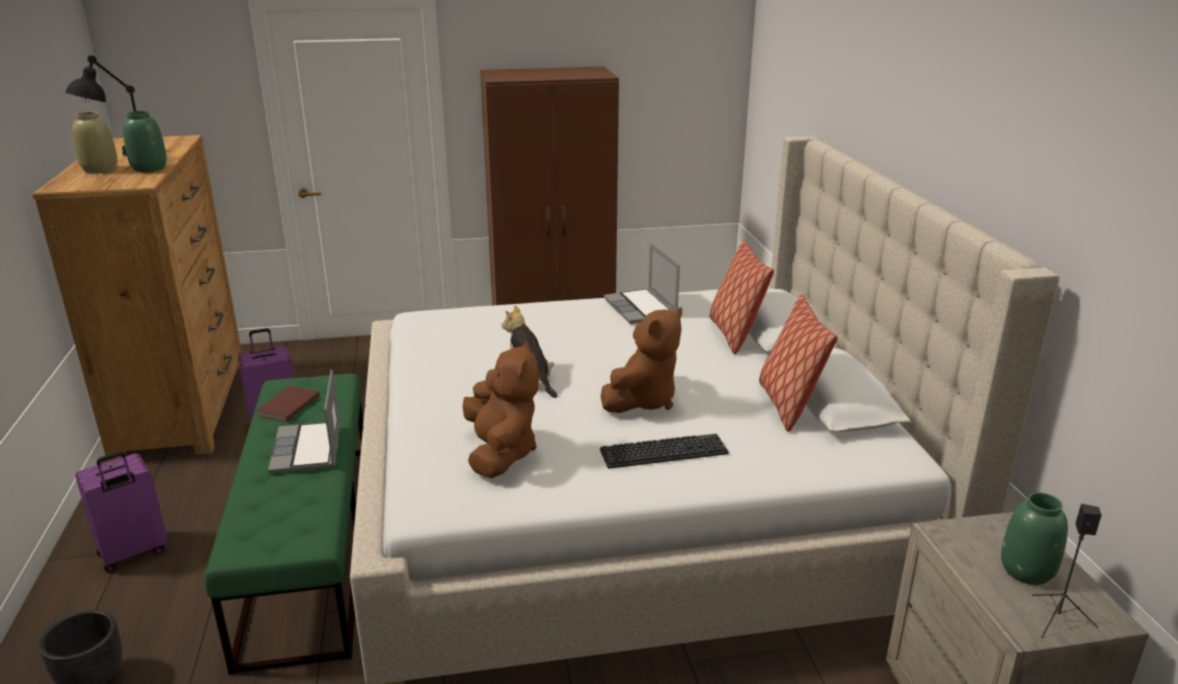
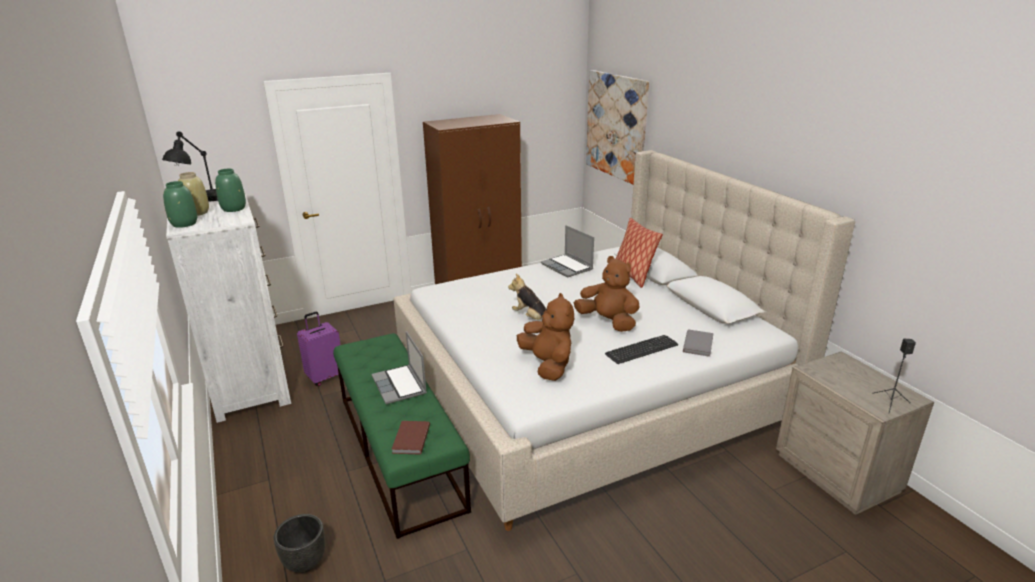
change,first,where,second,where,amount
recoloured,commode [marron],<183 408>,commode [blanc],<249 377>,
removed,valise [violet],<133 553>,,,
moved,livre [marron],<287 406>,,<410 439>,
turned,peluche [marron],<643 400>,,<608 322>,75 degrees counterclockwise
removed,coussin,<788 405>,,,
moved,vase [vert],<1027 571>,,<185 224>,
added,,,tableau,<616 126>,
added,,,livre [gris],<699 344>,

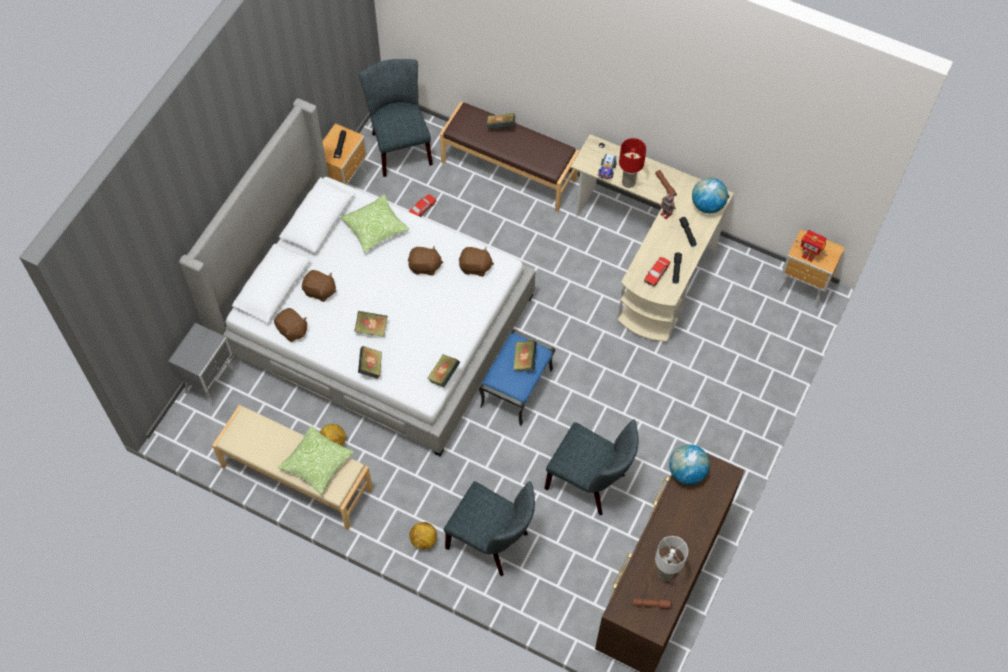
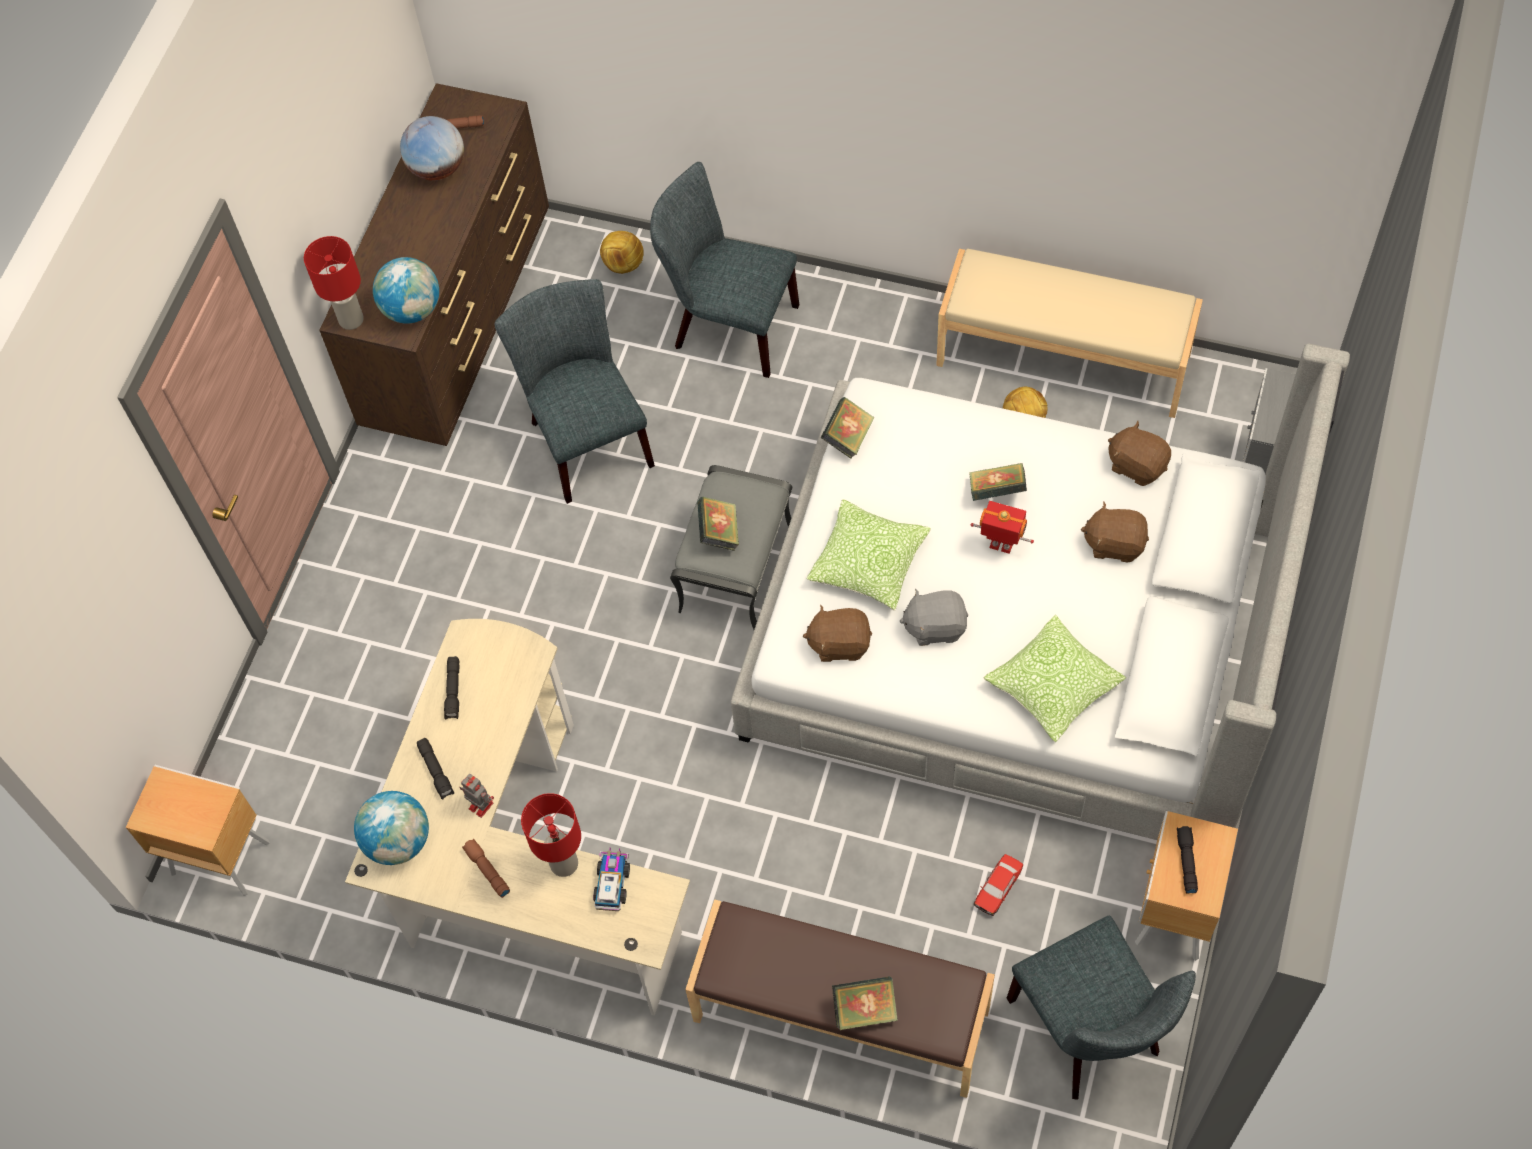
change,first,where,second,where,amount
moved,coussin,<317 463>,,<868 562>,
removed,livre,<371 367>,,,
recoloured,peluche [marron],<425 266>,peluche [gris],<935 626>,
moved,ballon de foot,<424 540>,,<623 264>,
recoloured,pouf [bleu],<516 386>,pouf [gris],<737 568>,
turned,chaise [gris],<590 482>,,<586 438>,45 degrees clockwise
removed,petite voiture,<656 274>,,,
replaced,lampe de table [blanc],<665 574>,globe,<437 168>,
moved,robot jouet,<808 256>,,<1001 546>,
added,,,lampe de table [rouge],<351 319>,

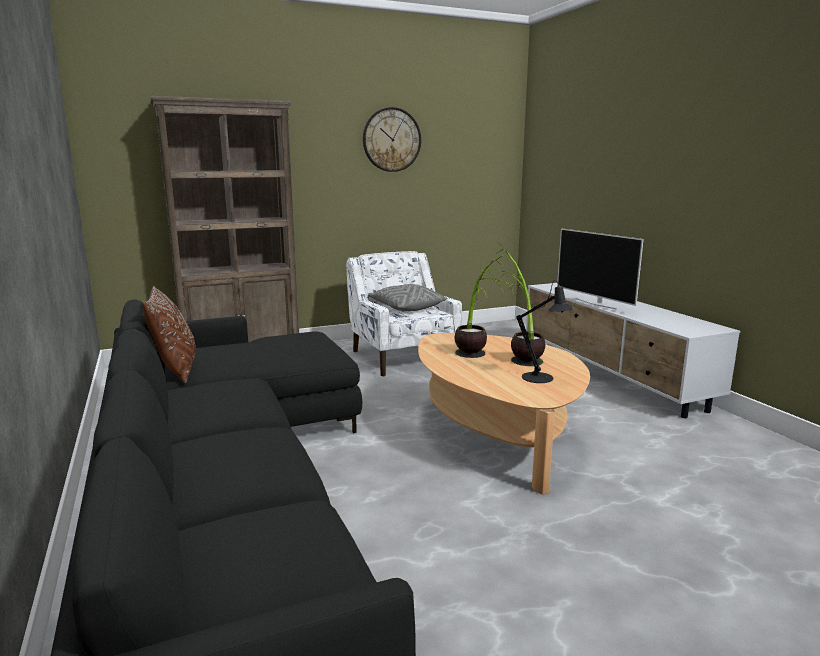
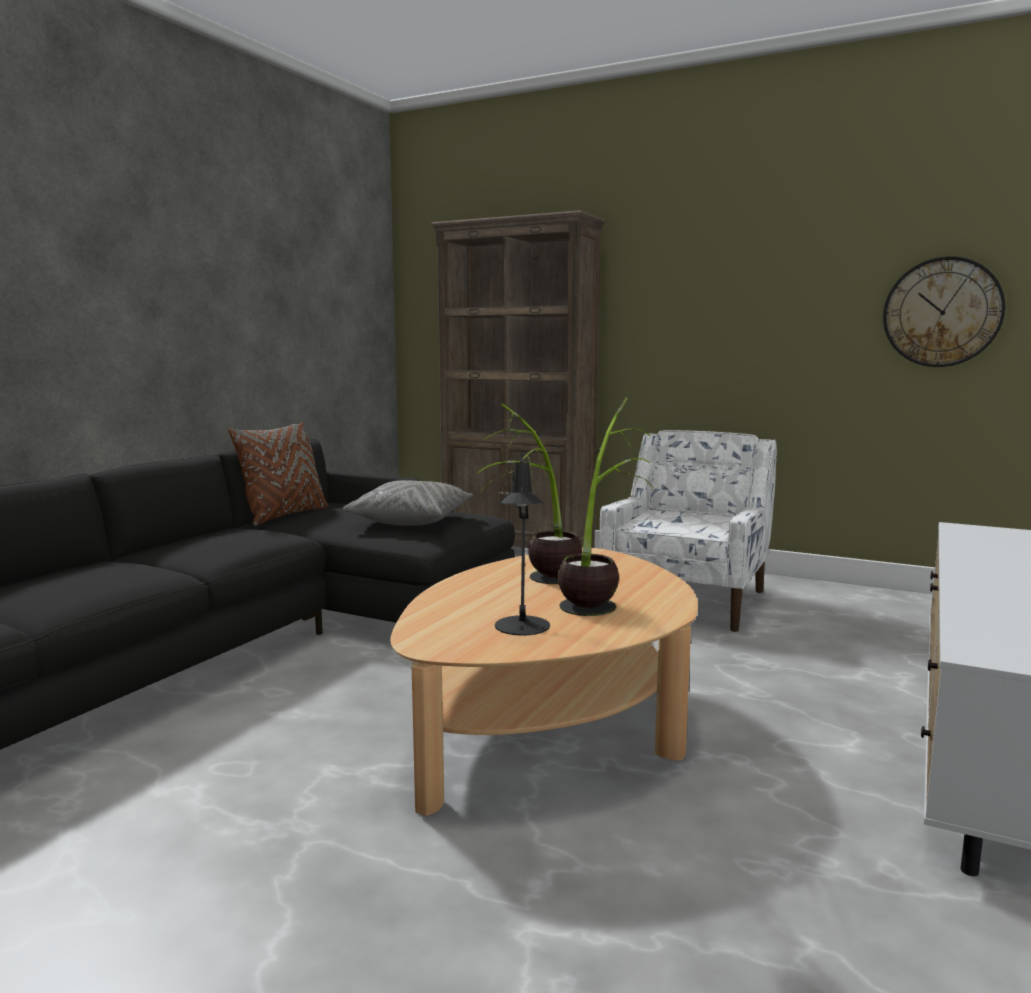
change,first,where,second,where,amount
moved,horloge murale,<391 140>,,<942 312>,
moved,coussin [gris],<406 308>,,<411 520>,
removed,téléviseur,<596 304>,,,

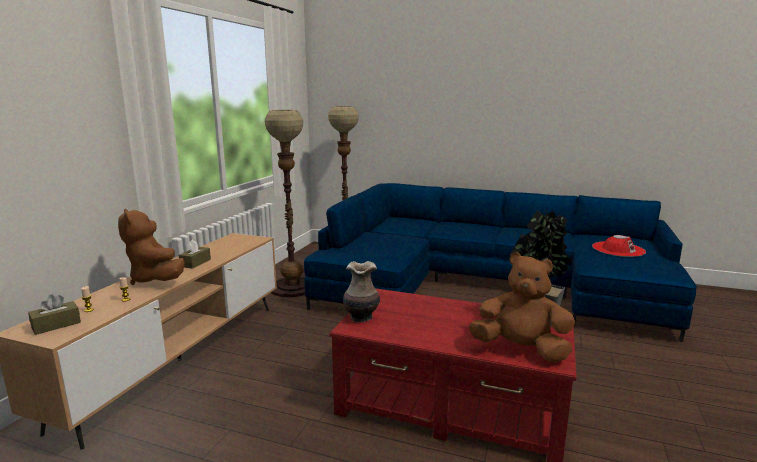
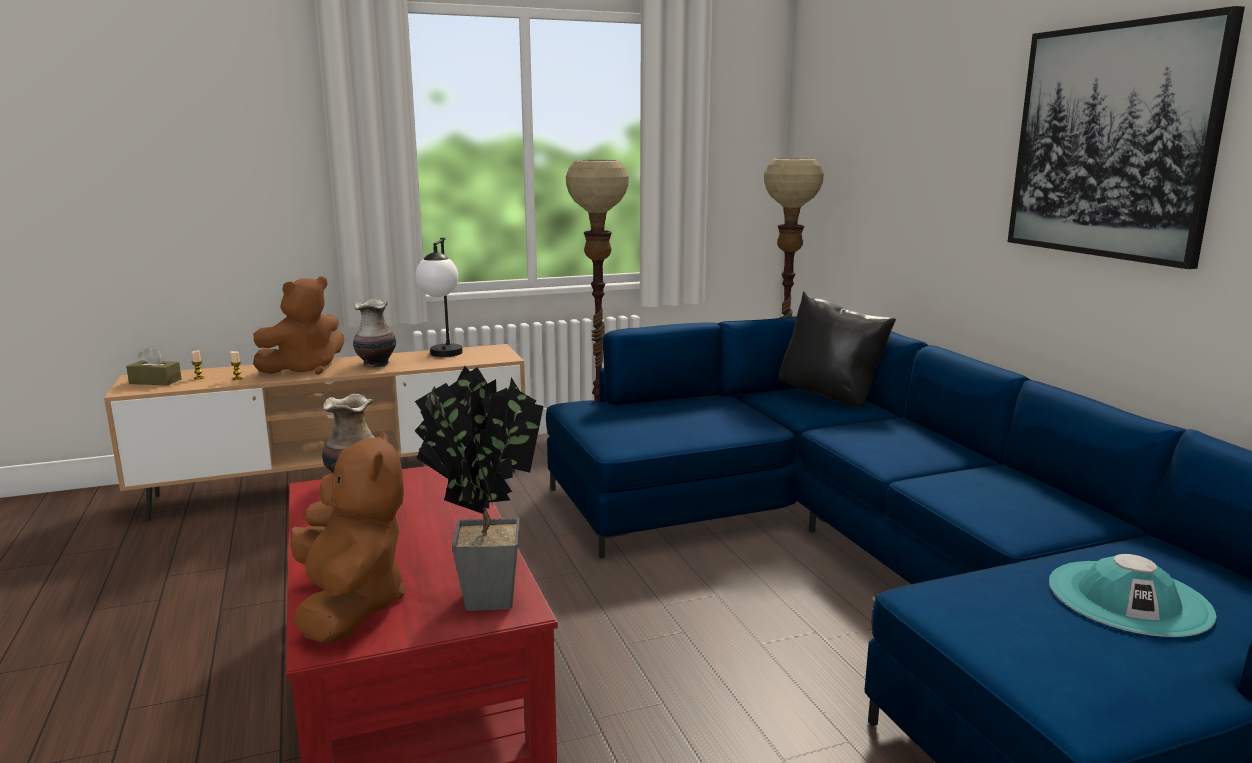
change,first,where,second,where,amount
turned,peluche [marron],<156 279>,,<305 369>,150 degrees counterclockwise
replaced,boîte à mouchoirs [marron],<195 263>,vase,<375 364>,
recoloured,chapeau [rouge],<618 249>,chapeau [turquoise],<1128 598>,
added,,,lampe de table,<444 356>,
added,,,coussin [noir],<831 397>,
added,,,tableau,<1112 141>,

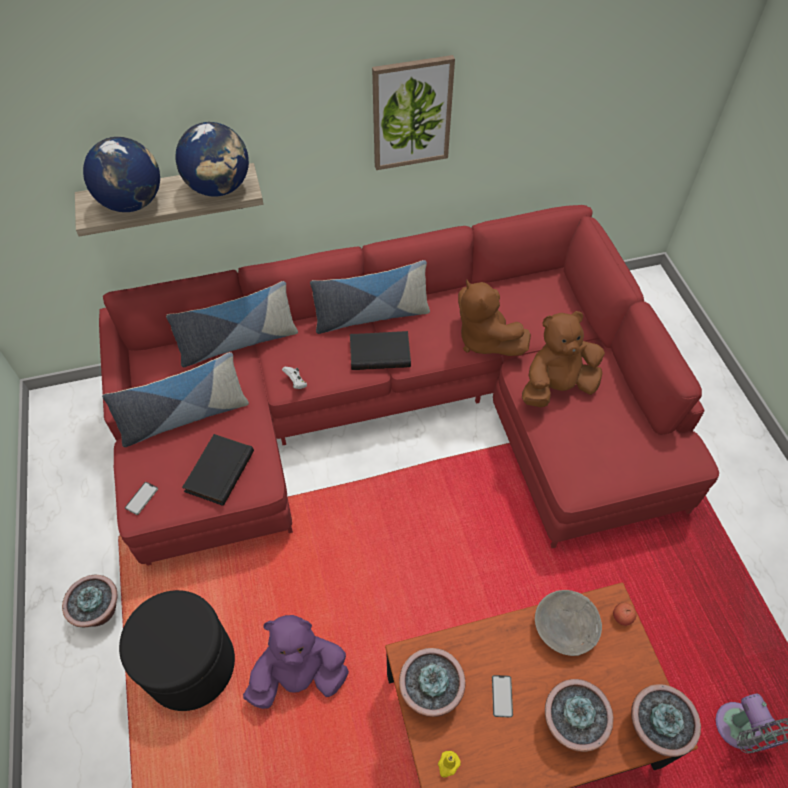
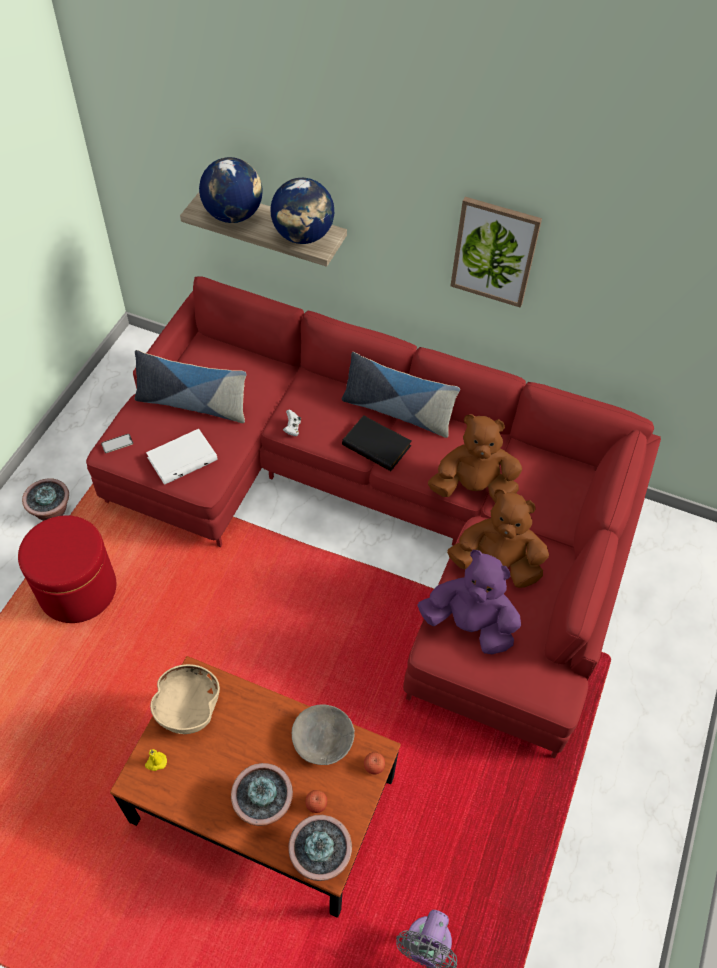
change,first,where,second,where,amount
recoloured,pouf [noir],<190 665>,pouf [rouge],<78 589>,
removed,coussin,<238 342>,,,
recoloured,livre [noir],<218 470>,livre [blanc],<182 457>,
moved,peluche [violet],<299 676>,,<469 624>,
replaced,plante en pot,<430 691>,bol [beige],<188 708>,
turned,peluche [marron],<484 339>,,<473 487>,90 degrees clockwise
removed,téléphone,<502 696>,,,
added,,,pomme,<316 804>,

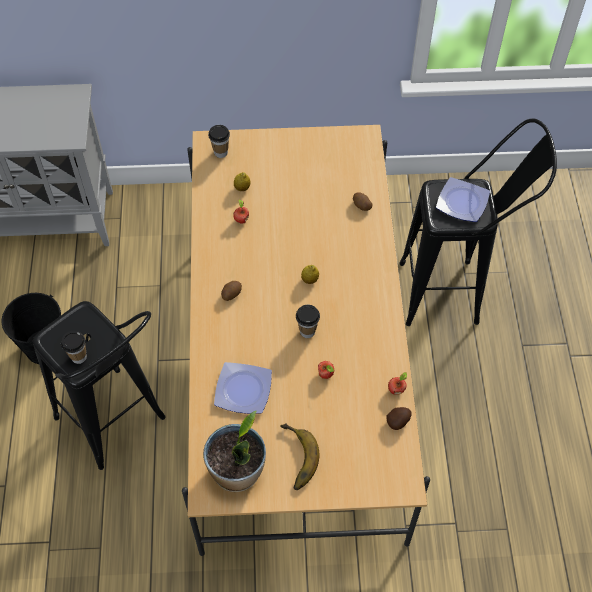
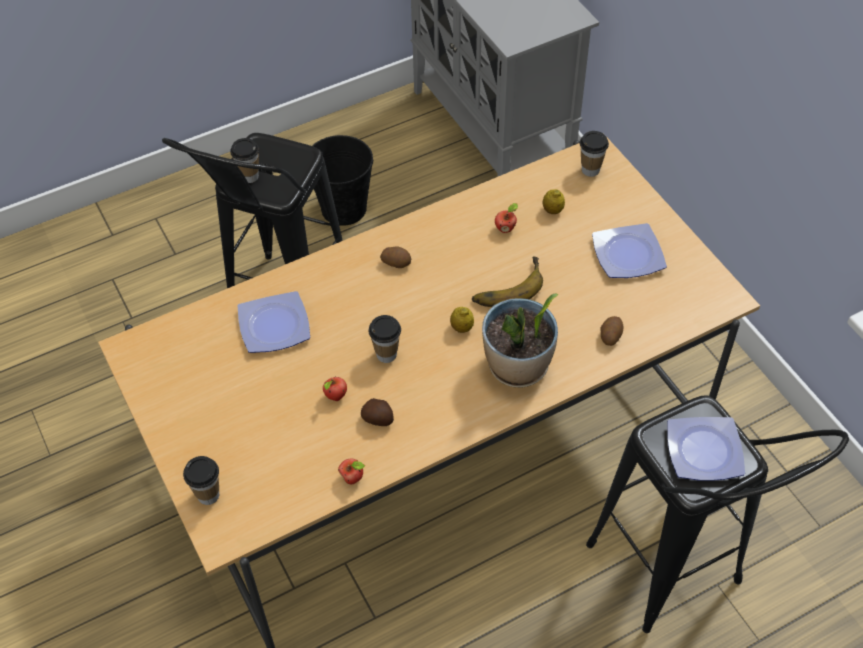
change,first,where,second,where,amount
moved,plante en pot,<237 471>,,<518 367>,
moved,banane,<293 458>,,<506 286>,
moved,pomme de terre,<398 421>,,<378 419>,
added,,,tasse,<208 495>,
added,,,assiette,<628 254>,

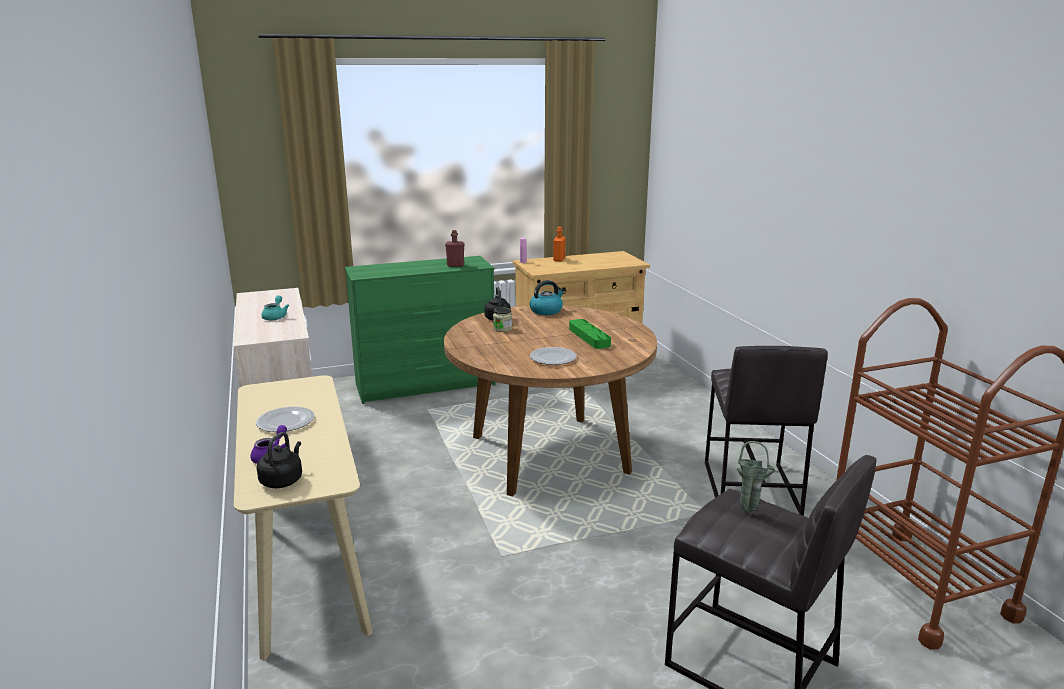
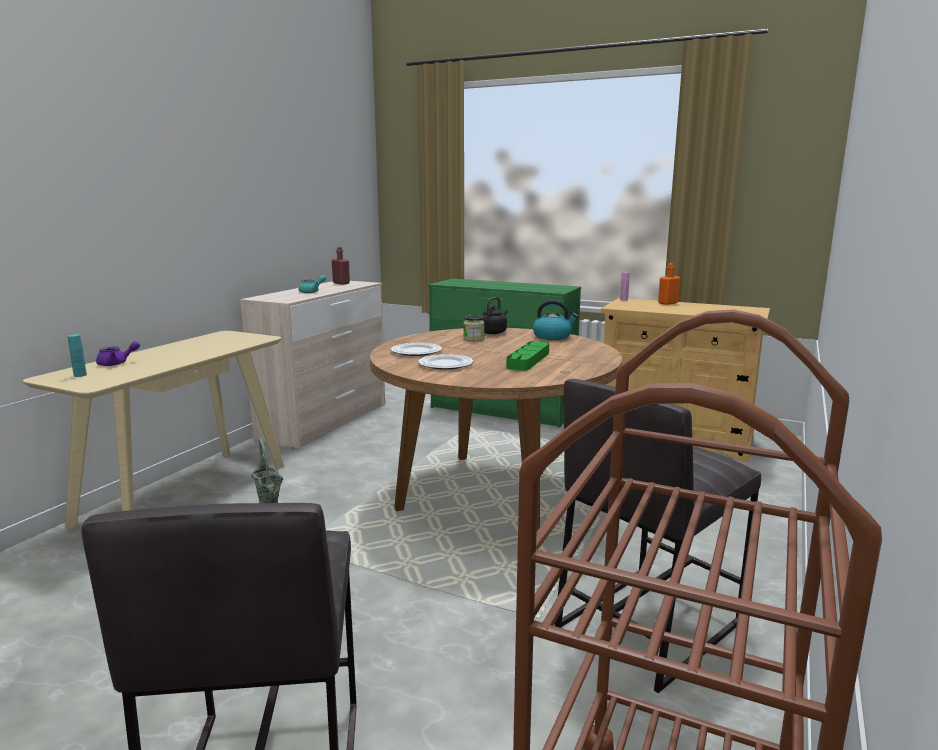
change,first,where,second,where,amount
moved,assiette,<285 422>,,<415 351>,
replaced,bouilloire [noir],<283 480>,bouteille [turquoise],<80 375>,
moved,bouteille [rouge],<455 265>,,<341 283>,

